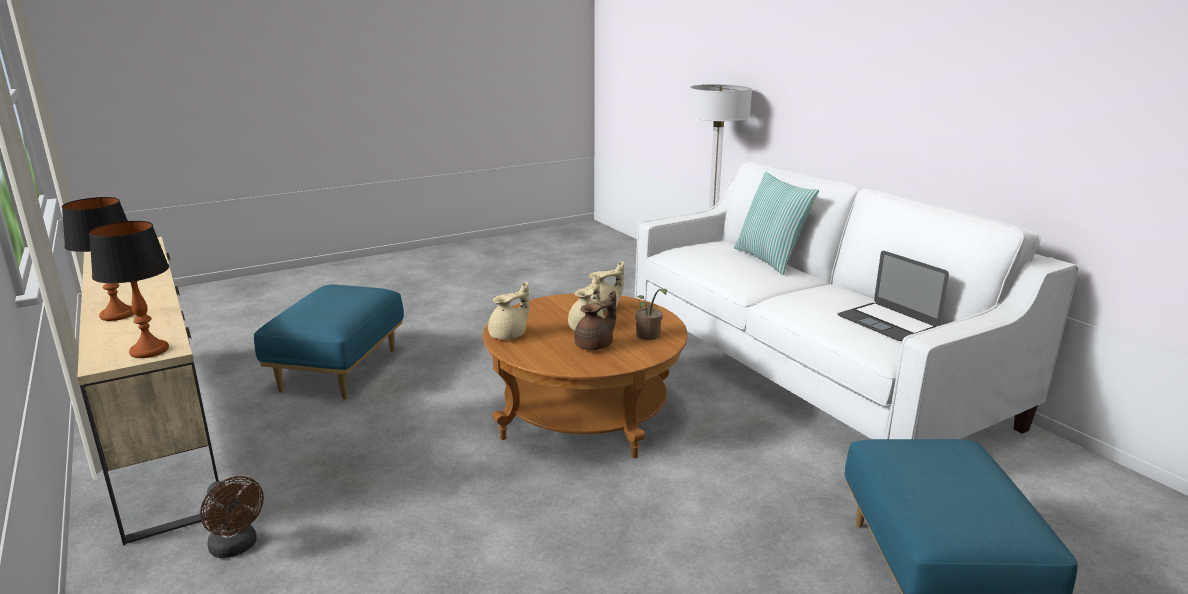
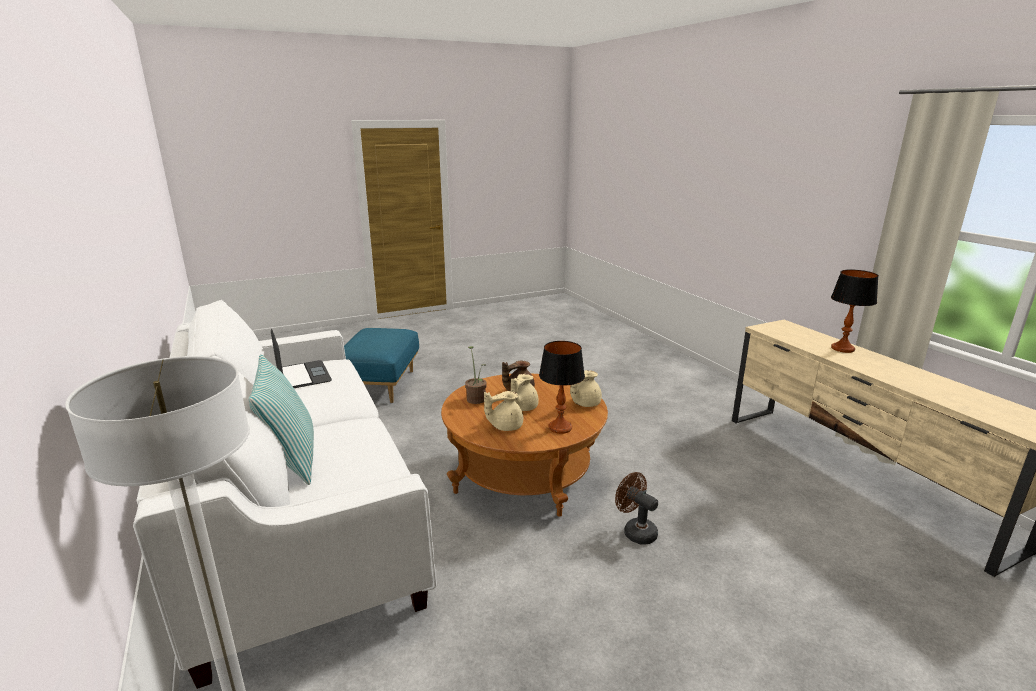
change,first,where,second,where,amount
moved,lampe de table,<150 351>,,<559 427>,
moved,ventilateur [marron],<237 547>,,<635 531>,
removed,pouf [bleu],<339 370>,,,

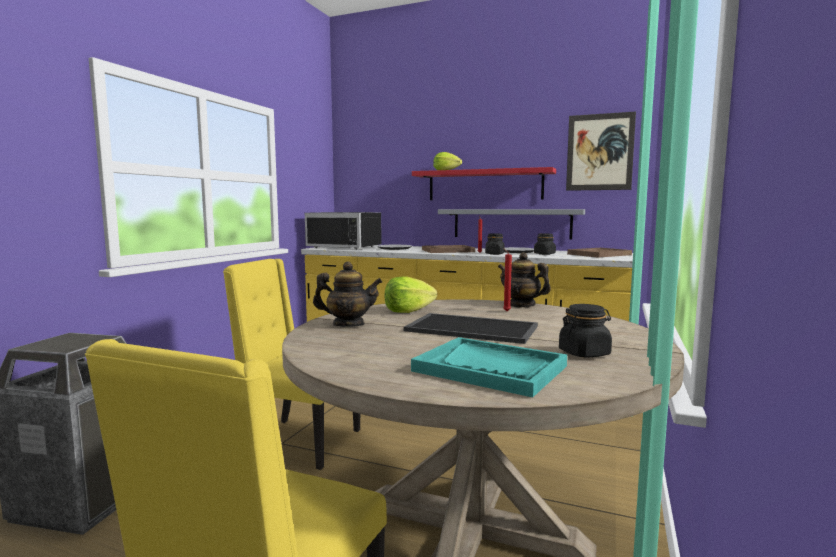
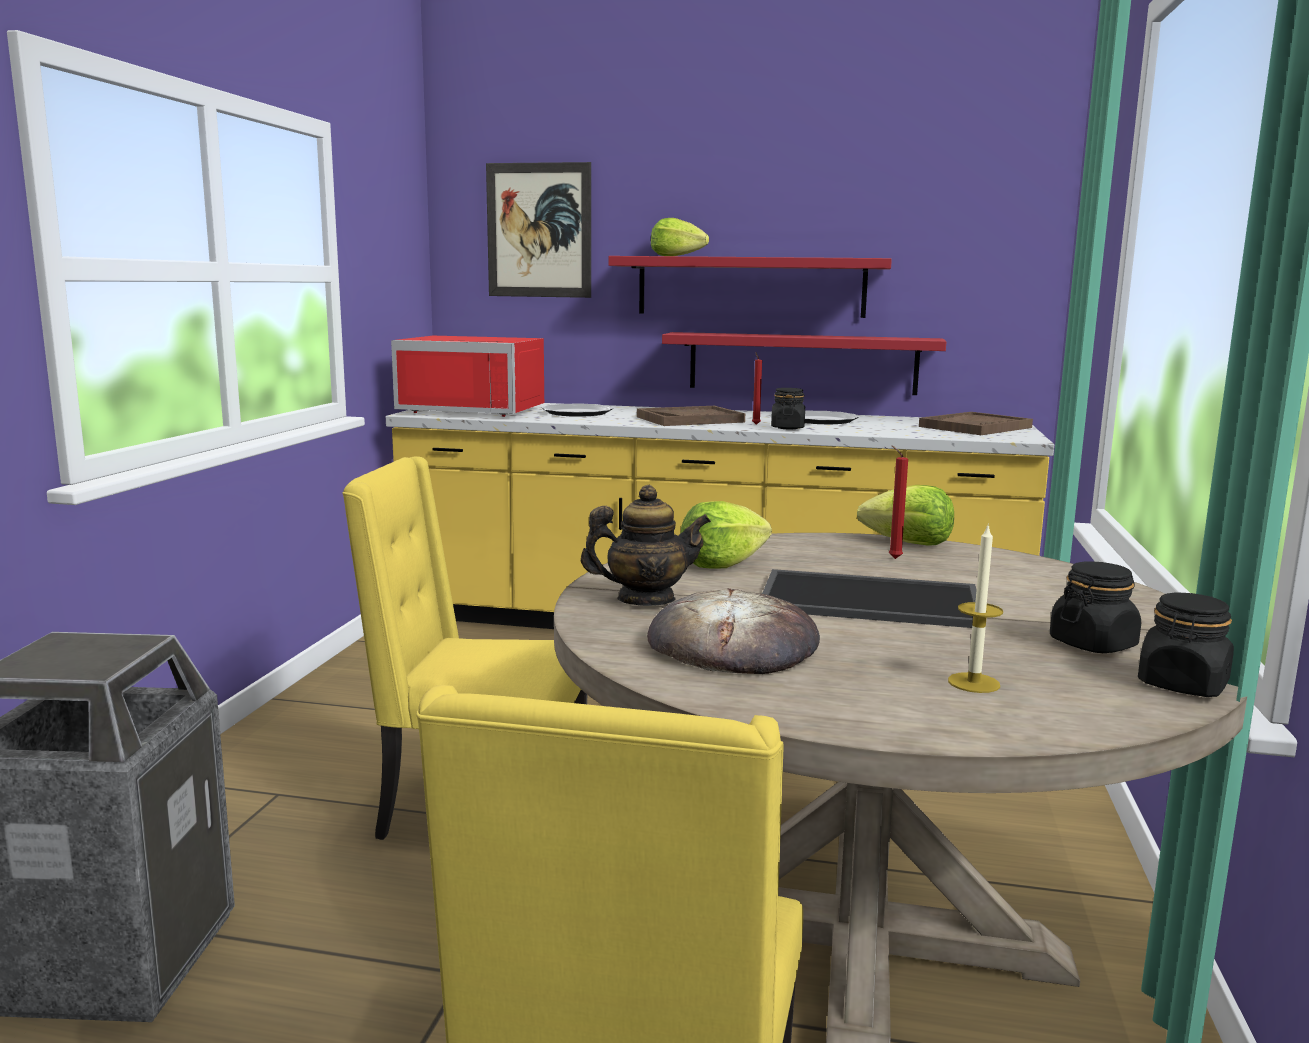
change,first,where,second,where,amount
recoloured,micro-ondes [noir],<347 247>,micro-ondes [rouge],<476 409>,
replaced,plateau [turquoise],<490 368>,bougie,<973 683>,
recoloured,étagère [gris],<511 223>,étagère [rouge],<802 363>,
replaced,théière,<522 305>,laitue,<908 543>,
moved,bocal [noir],<544 254>,,<1182 685>,
moved,tableau,<599 152>,,<539 230>,
added,,,pain,<733 645>,

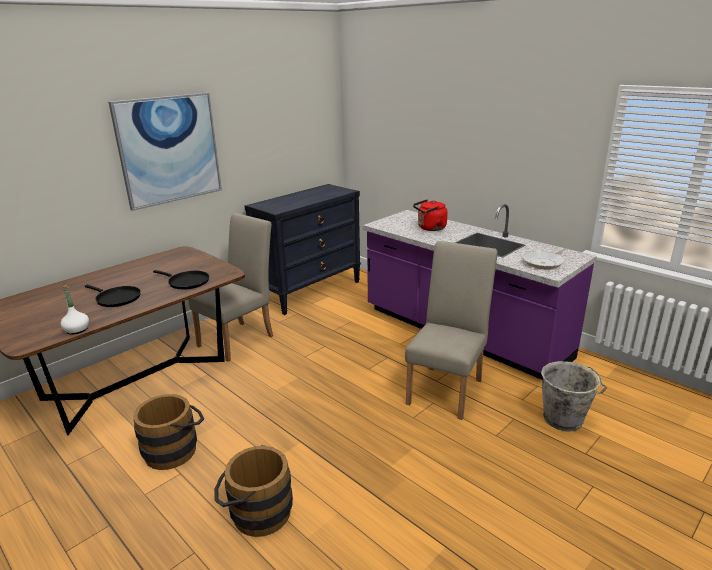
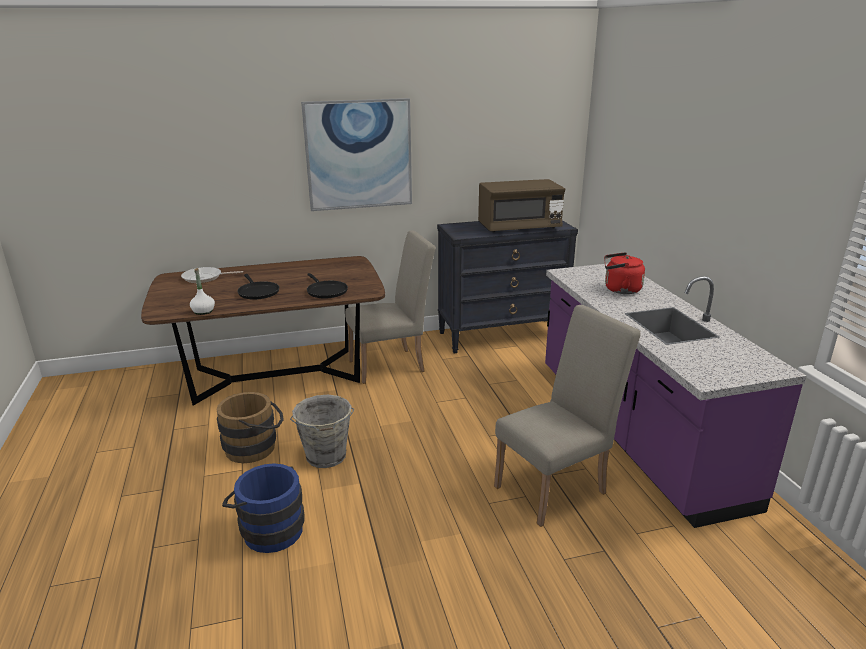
change,first,where,second,where,amount
recoloured,seau [marron],<256 512>,seau [bleu],<268 529>,
moved,poêle,<544 262>,,<205 278>,
moved,seau [gris],<564 420>,,<326 457>,
added,,,micro-ondes [marron],<519 227>,

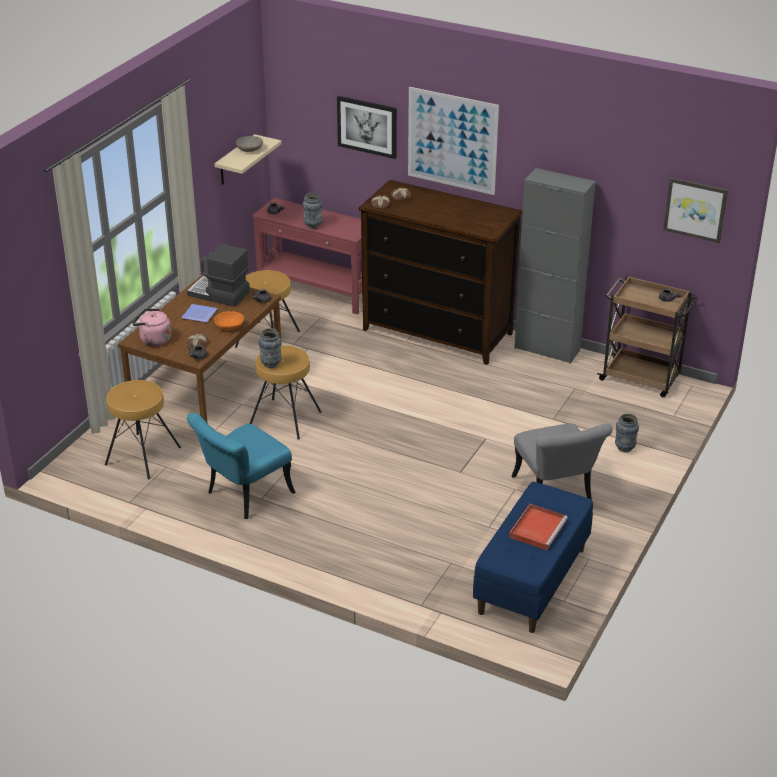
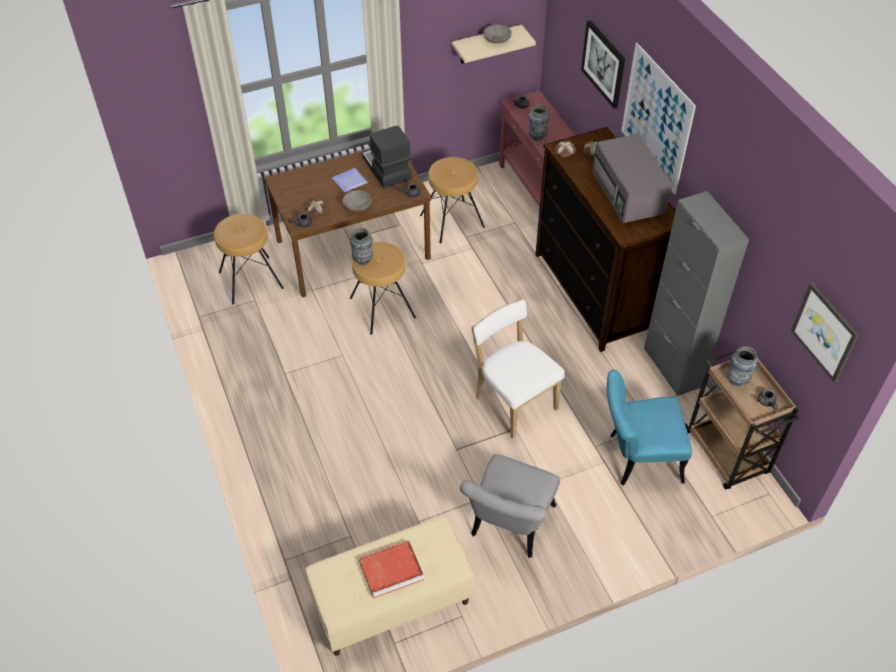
change,first,where,second,where,amount
removed,bouilloire [rose],<153 339>,,,
moved,chaise [turquoise],<243 496>,,<636 458>,
recoloured,bol [orange],<229 326>,bol [gris],<357 206>,
recoloured,banc [bleu],<532 581>,banc [beige],<391 603>,
moved,vase,<624 448>,,<737 380>,
added,,,chaise [blanc],<513 401>,
added,,,micro-ondes [gris],<629 193>,

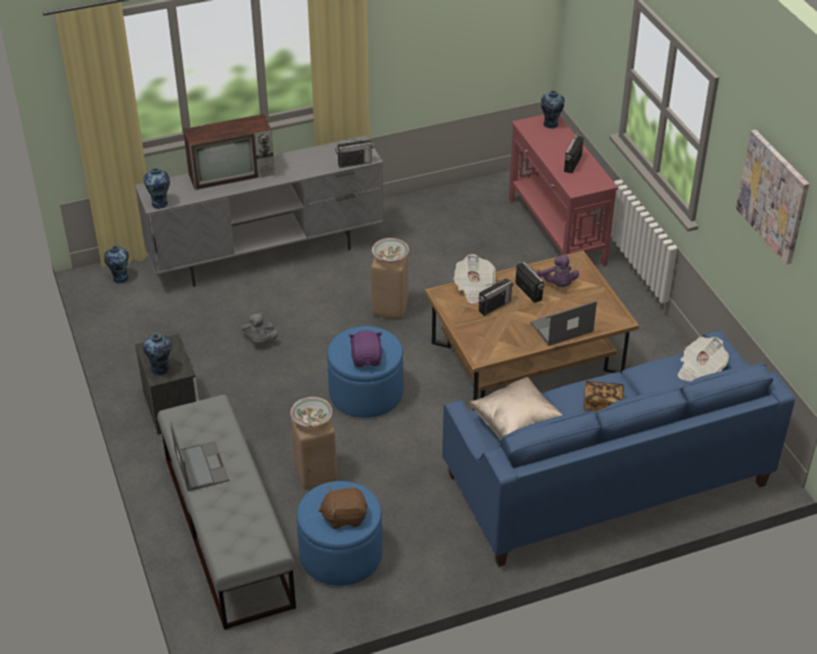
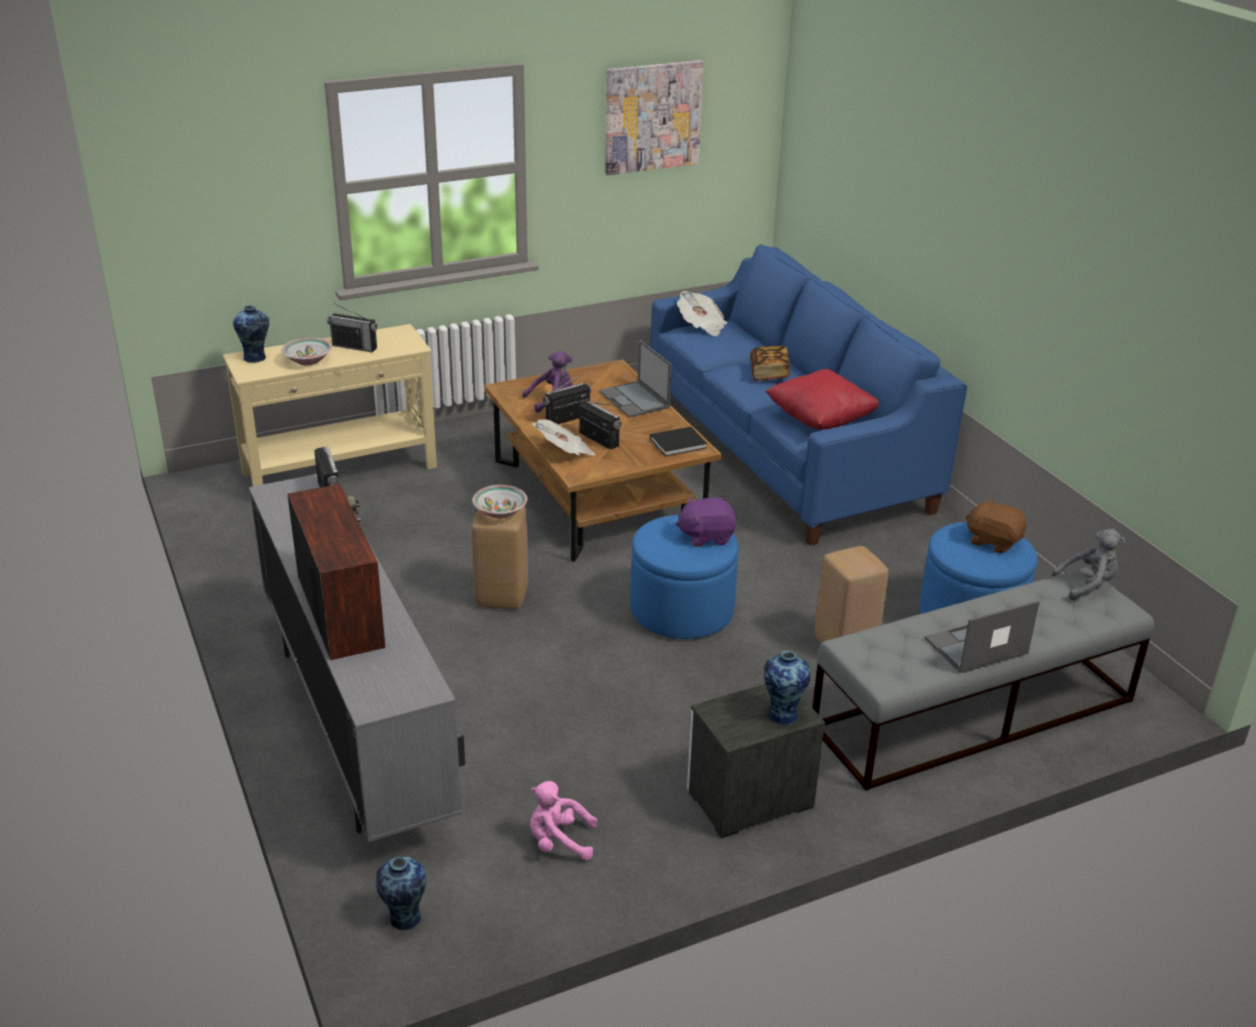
change,first,where,second,where,amount
removed,vase,<160 203>,,,
moved,peluche [gris],<260 341>,,<1087 585>,
moved,bol,<312 419>,,<308 360>,
turned,peluche [marron],<344 517>,,<993 541>,135 degrees clockwise
recoloured,coussin [beige],<517 426>,coussin [rouge],<821 419>,
recoloured,table console [rouge],<556 232>,table console [beige],<341 470>,
added,,,peluche [rose],<559 842>,
added,,,livre [noir],<679 443>,

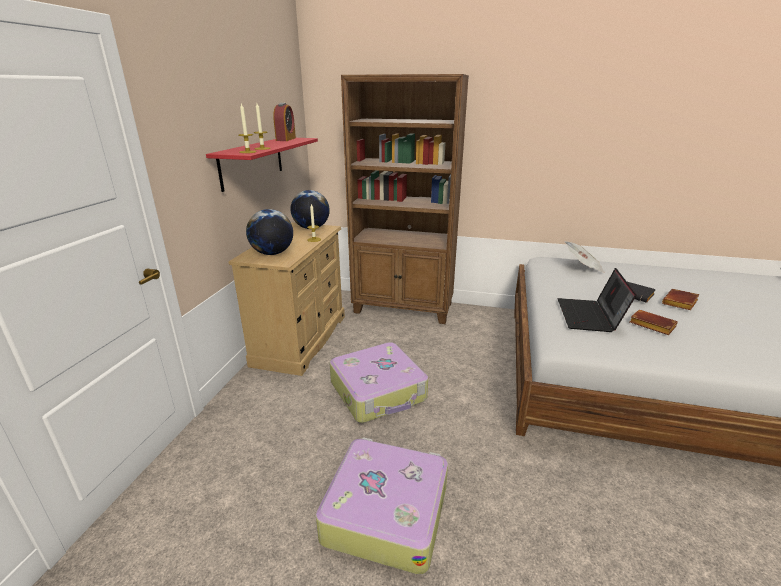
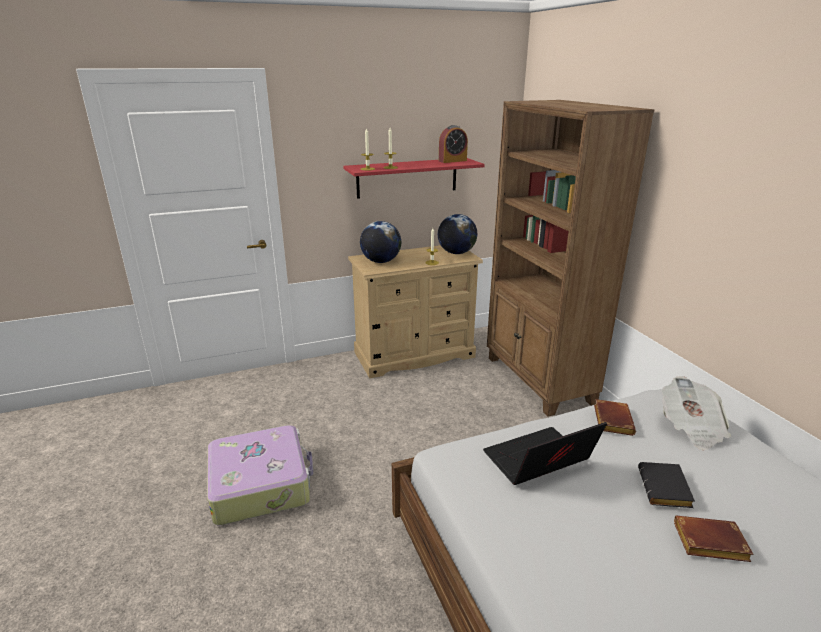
change,first,where,second,where,amount
removed,valise,<379 391>,,,
moved,livre [marron],<650 325>,,<611 420>,

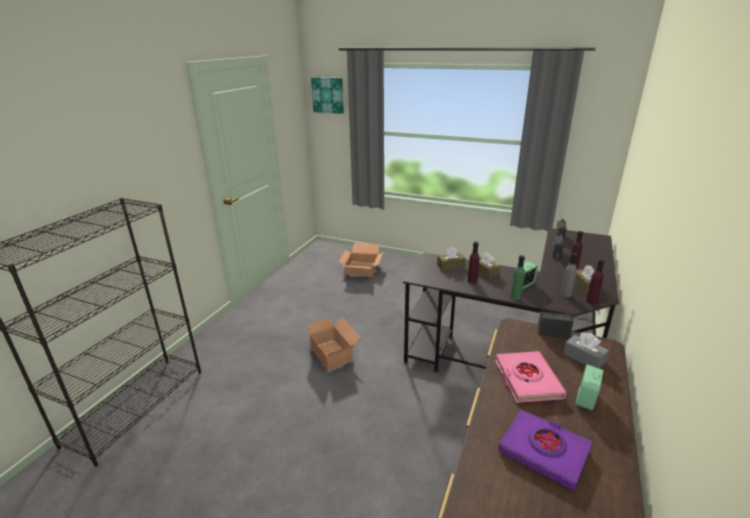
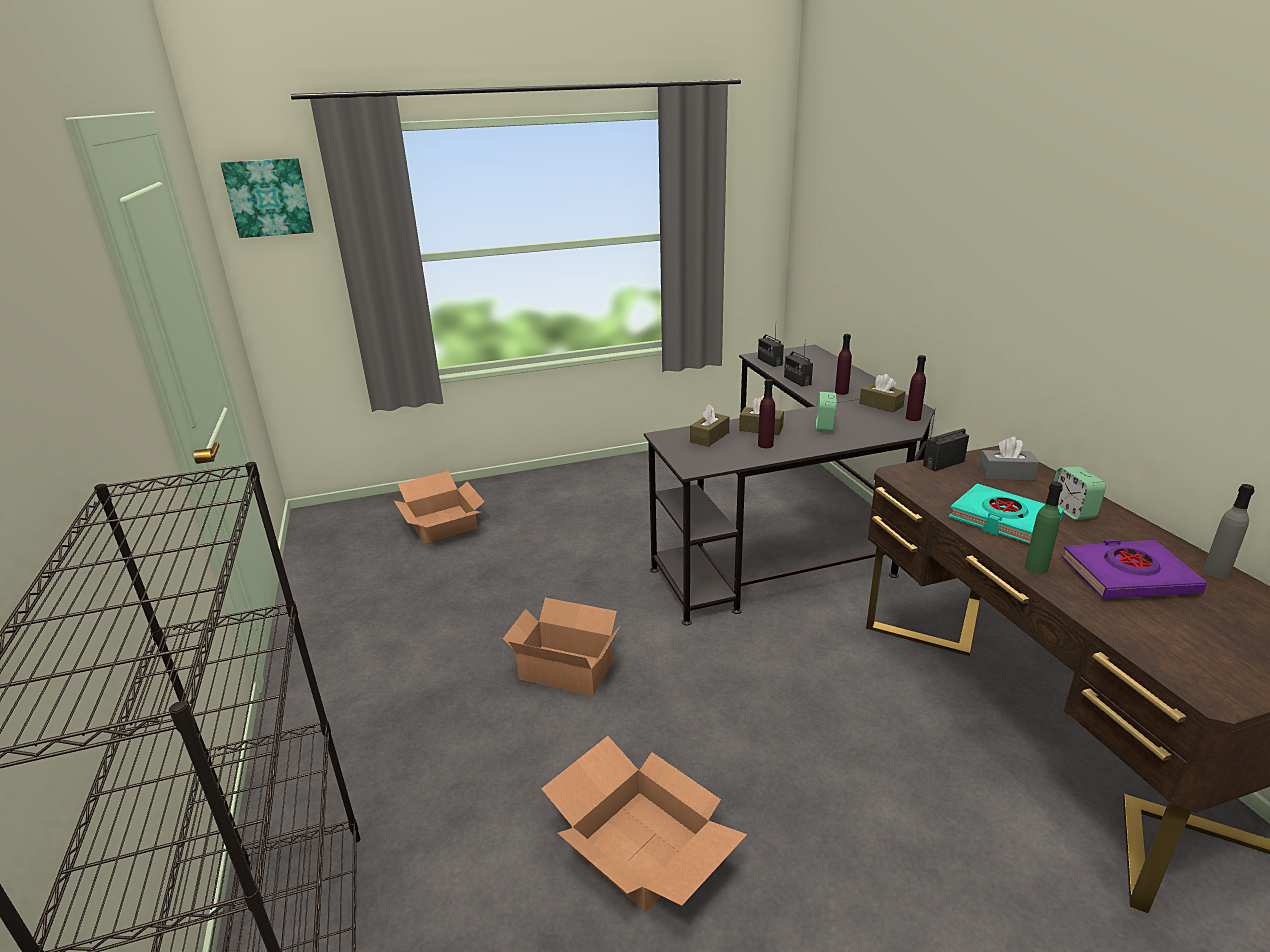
change,first,where,second,where,amount
recoloured,livre [rose],<527 380>,livre [turquoise],<1003 520>,
moved,bouteille [vert],<515 297>,,<1036 568>,
moved,bouteille [gris],<566 294>,,<1216 572>,
added,,,carton,<639 848>,

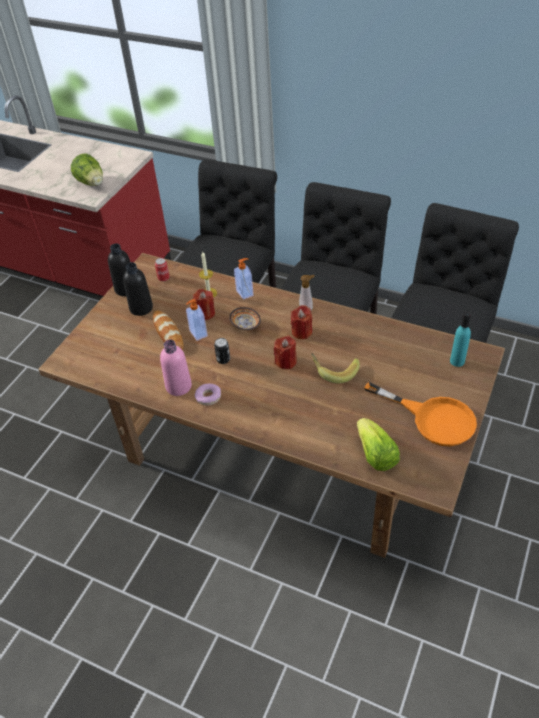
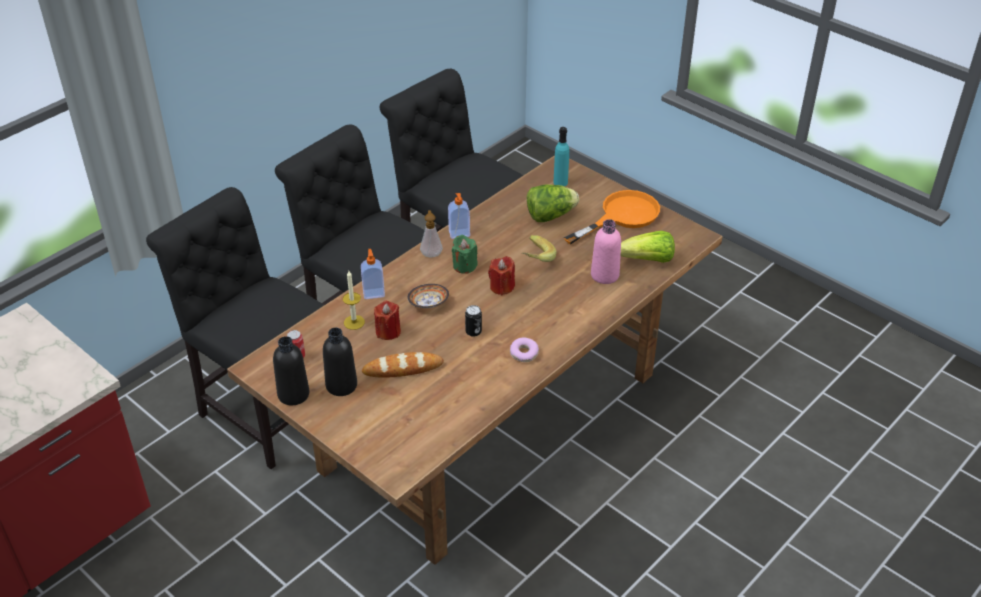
change,first,where,second,where,amount
moved,laitue,<92 183>,,<550 215>,
moved,bouteille [rose],<178 386>,,<604 275>,
moved,distributeur de savon,<198 334>,,<459 234>,
recoloured,bougie [rouge],<302 332>,bougie [vert],<464 266>,

